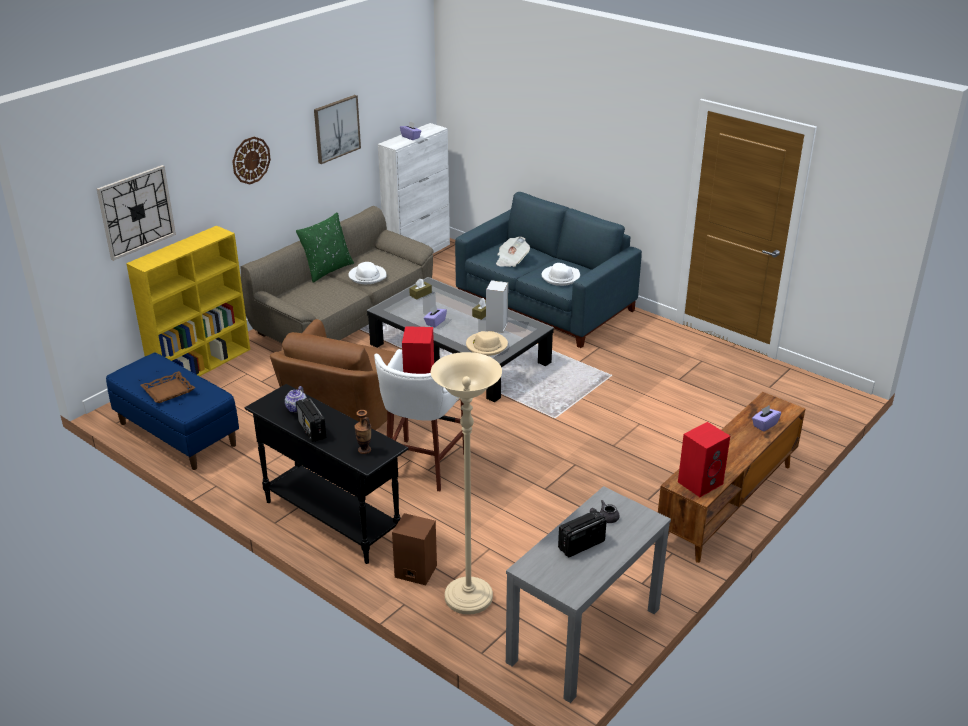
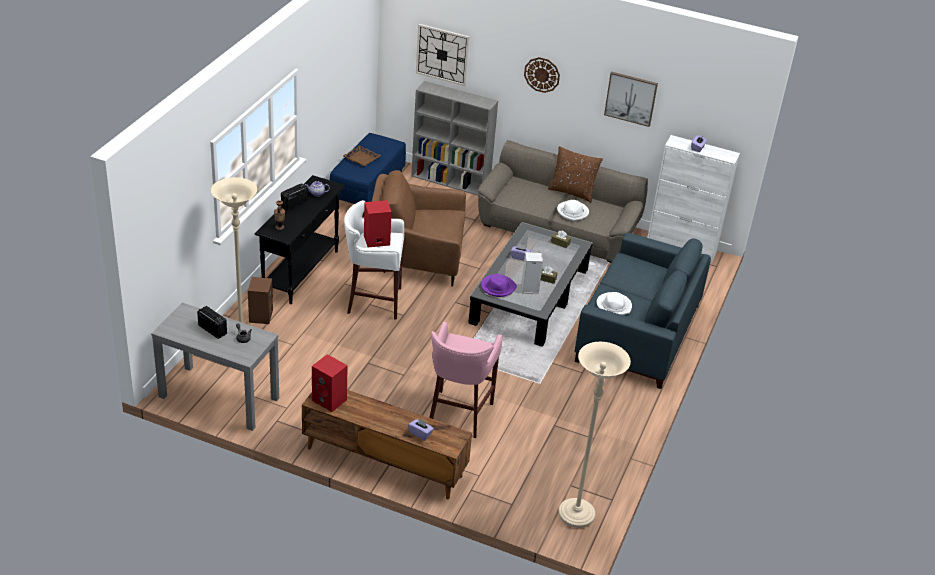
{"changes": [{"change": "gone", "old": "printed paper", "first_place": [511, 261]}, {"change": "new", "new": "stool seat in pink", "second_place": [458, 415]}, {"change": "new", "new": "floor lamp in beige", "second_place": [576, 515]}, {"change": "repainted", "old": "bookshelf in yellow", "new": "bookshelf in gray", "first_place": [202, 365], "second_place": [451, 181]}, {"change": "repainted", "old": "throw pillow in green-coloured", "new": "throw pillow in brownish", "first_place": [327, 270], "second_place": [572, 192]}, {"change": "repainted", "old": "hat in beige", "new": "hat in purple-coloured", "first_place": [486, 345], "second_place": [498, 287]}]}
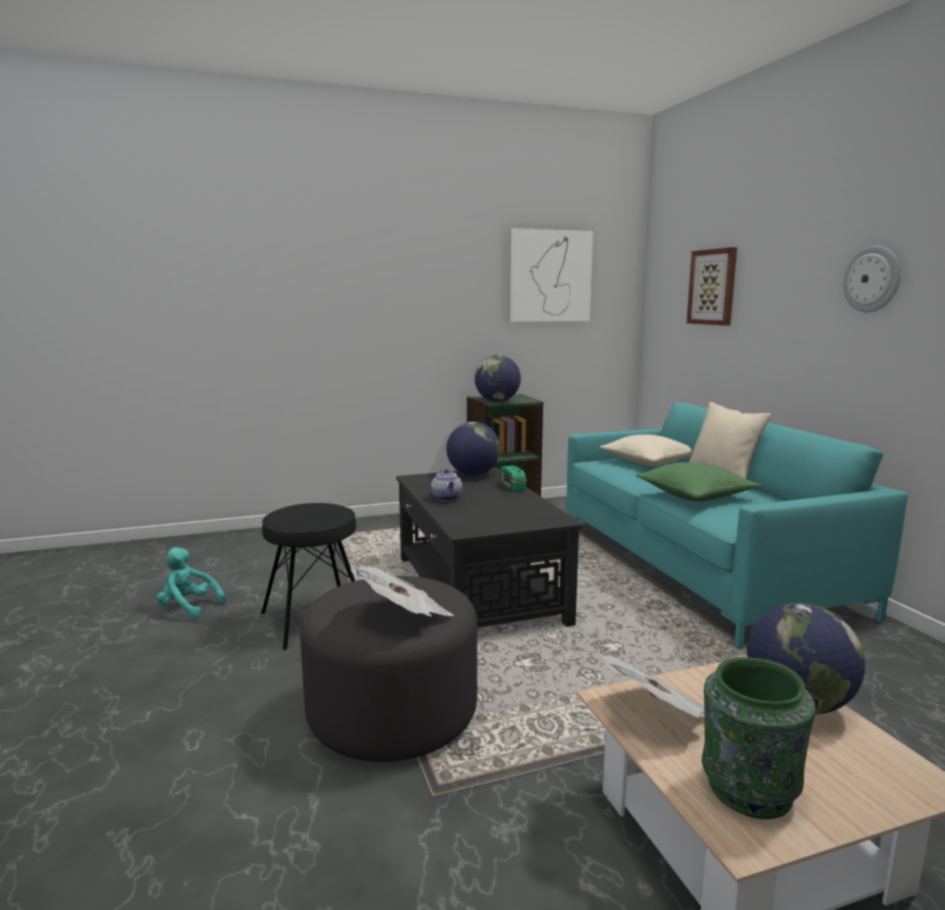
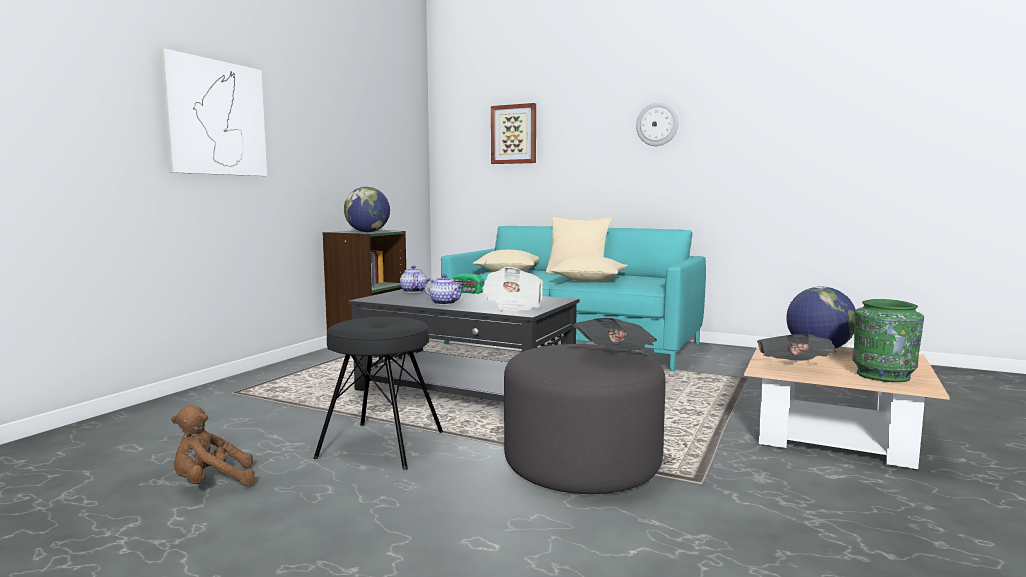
{"changes": [{"change": "new", "new": "printed paper", "second_place": [513, 307]}, {"change": "shifted", "old": "wall art", "first_place": [549, 276], "second_place": [215, 118]}, {"change": "swapped", "old": "globe", "new": "teapot", "first_place": [473, 474], "second_place": [413, 291]}, {"change": "repainted", "old": "plush toy in turquoise-coloured", "new": "plush toy in brownish", "first_place": [188, 608], "second_place": [211, 483]}, {"change": "repainted", "old": "throw pillow in green-coloured", "new": "throw pillow in beige", "first_place": [695, 495], "second_place": [589, 280]}]}
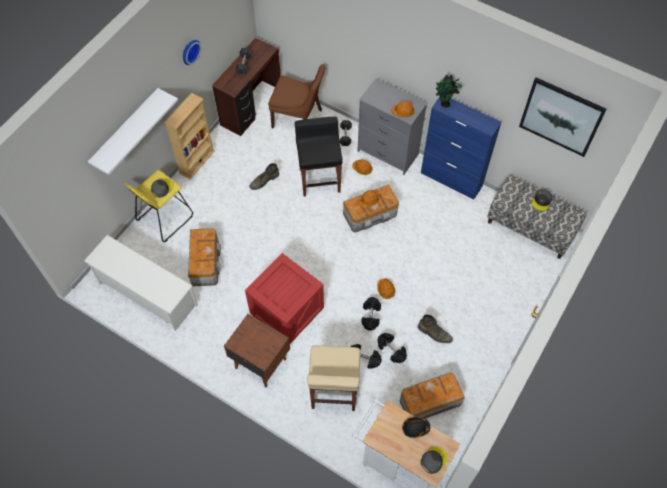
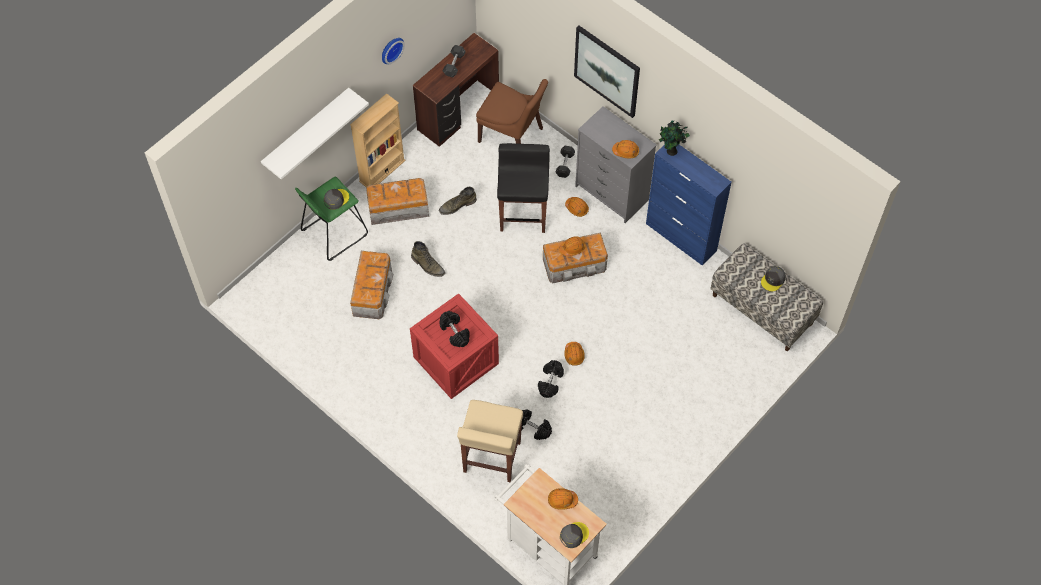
{"changes": [{"change": "gone", "old": "shoe shelf in whitish", "first_place": [147, 294]}, {"change": "gone", "old": "nightstand in brownish", "first_place": [260, 362]}, {"change": "shifted", "old": "hand weight in blackish", "first_place": [391, 350], "second_place": [455, 332]}, {"change": "shifted", "old": "storage box", "first_place": [428, 402], "second_place": [397, 209]}, {"change": "shifted", "old": "tall boot in green-coloured", "first_place": [434, 333], "second_place": [428, 265]}, {"change": "shifted", "old": "wall art", "first_place": [561, 116], "second_place": [607, 71]}, {"change": "repainted", "old": "stool seat in yellow", "new": "stool seat in green-coloured", "first_place": [165, 218], "second_place": [334, 232]}, {"change": "repainted", "old": "safety helmet in blackish", "new": "safety helmet in orange", "first_place": [415, 428], "second_place": [562, 500]}]}
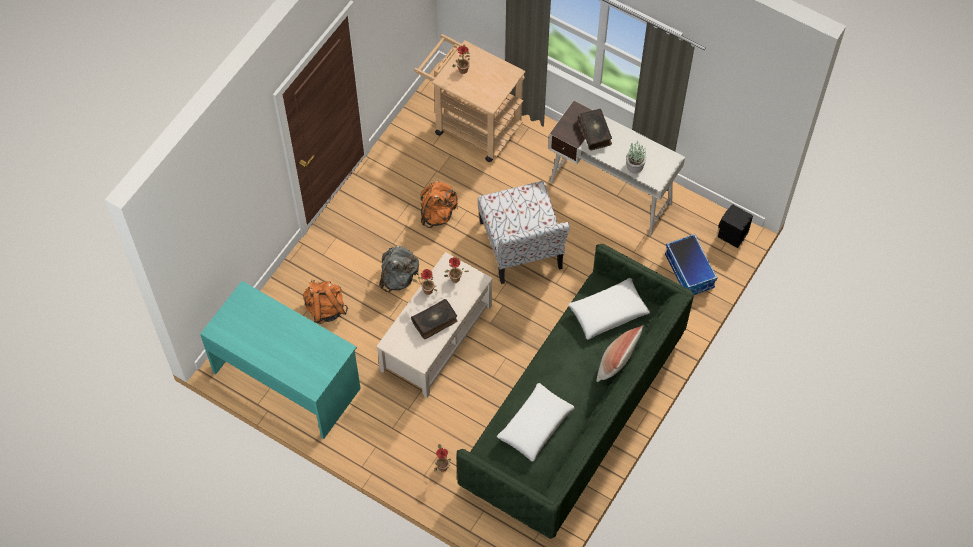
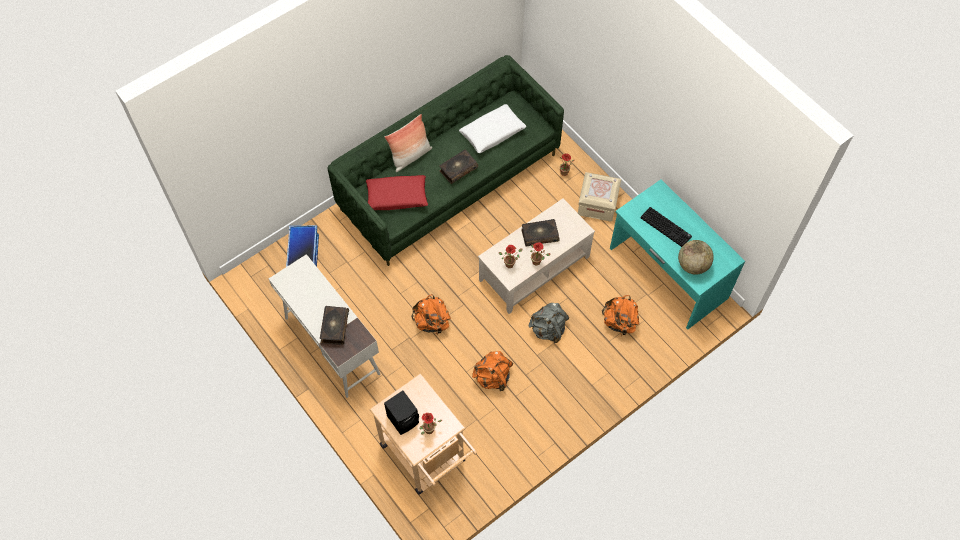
{"changes": [{"change": "gone", "old": "houseplant", "first_place": [634, 166]}, {"change": "new", "new": "book", "second_place": [458, 169]}, {"change": "new", "new": "storage box in beige", "second_place": [597, 204]}, {"change": "new", "new": "keyboard", "second_place": [666, 227]}, {"change": "new", "new": "globe", "second_place": [692, 265]}, {"change": "shifted", "old": "speaker in blackish", "first_place": [731, 235], "second_place": [404, 419]}, {"change": "swapped", "old": "plain chair", "new": "backpack in orange", "first_place": [521, 246], "second_place": [432, 322]}, {"change": "repainted", "old": "throw pillow in whitish", "new": "throw pillow in red", "first_place": [608, 312], "second_place": [397, 197]}]}
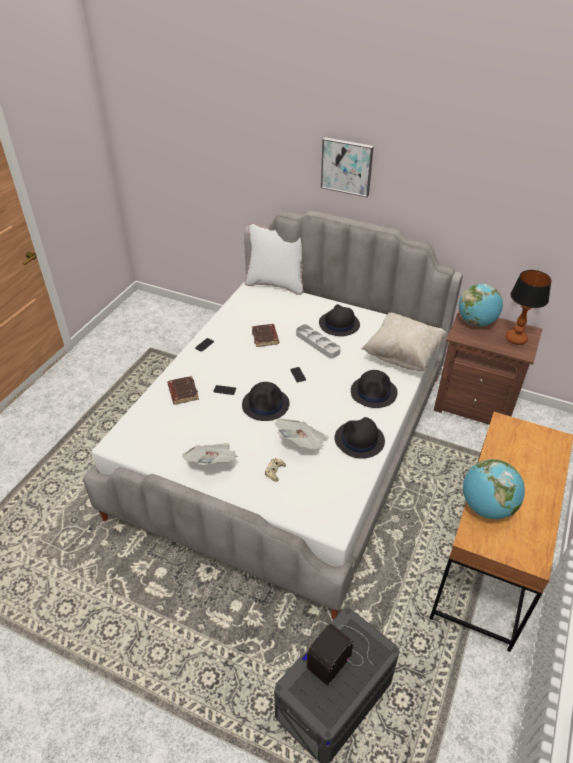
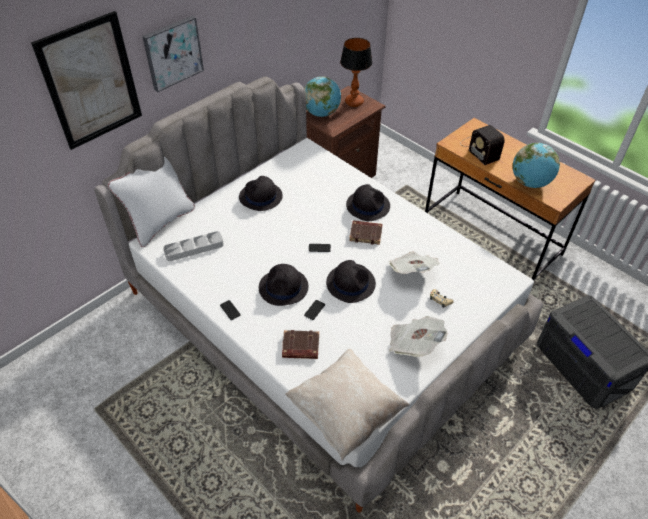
{"changes": [{"change": "new", "new": "wall art", "second_place": [91, 82]}, {"change": "shifted", "old": "book in brownish", "first_place": [265, 337], "second_place": [366, 234]}, {"change": "shifted", "old": "tray in gray", "first_place": [317, 343], "second_place": [194, 248]}, {"change": "shifted", "old": "radio set", "first_place": [340, 653], "second_place": [479, 149]}, {"change": "shifted", "old": "hat in blackish", "first_place": [359, 440], "second_place": [284, 287]}, {"change": "shifted", "old": "throw pillow in beige", "first_place": [402, 355], "second_place": [345, 412]}]}
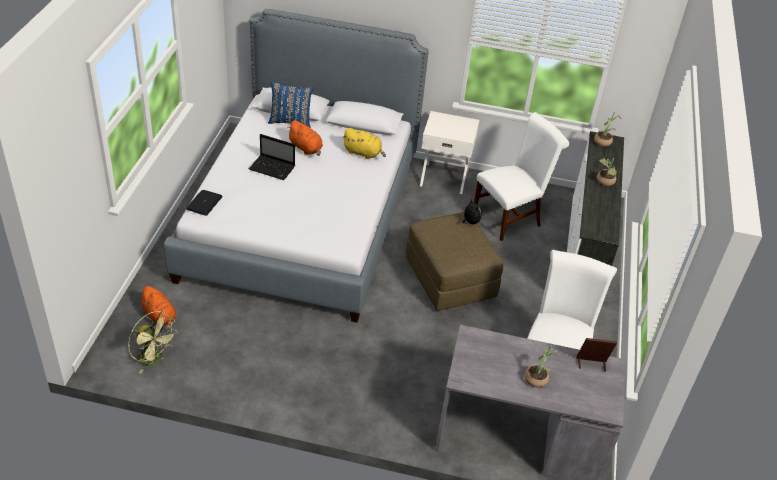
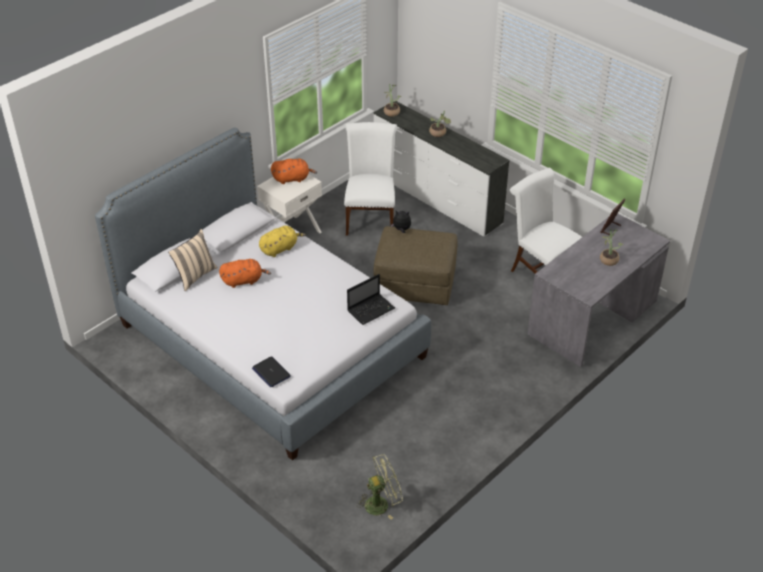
{"changes": [{"change": "shifted", "old": "plush toy in orange", "first_place": [160, 317], "second_place": [292, 179]}, {"change": "shifted", "old": "laptop", "first_place": [273, 168], "second_place": [371, 309]}, {"change": "repainted", "old": "throw pillow in blue", "new": "throw pillow in beige", "first_place": [290, 121], "second_place": [195, 276]}]}
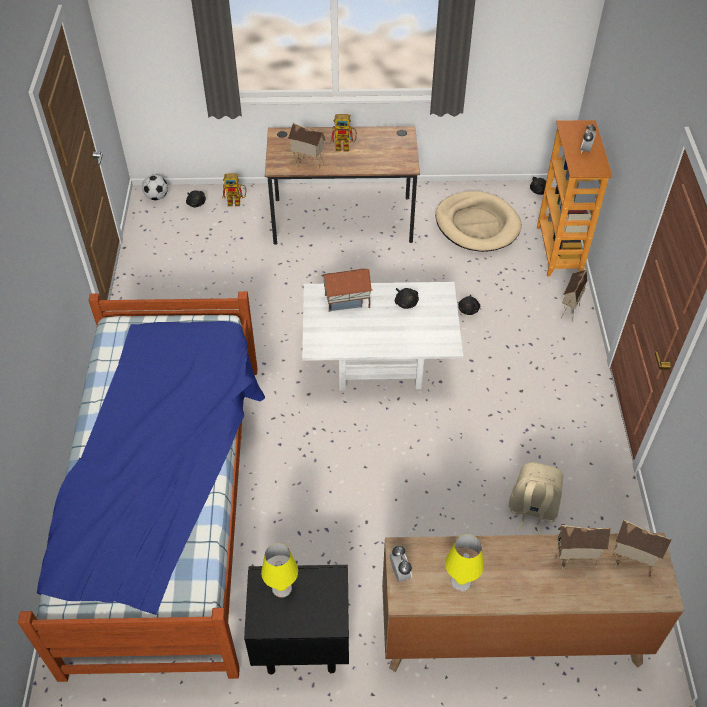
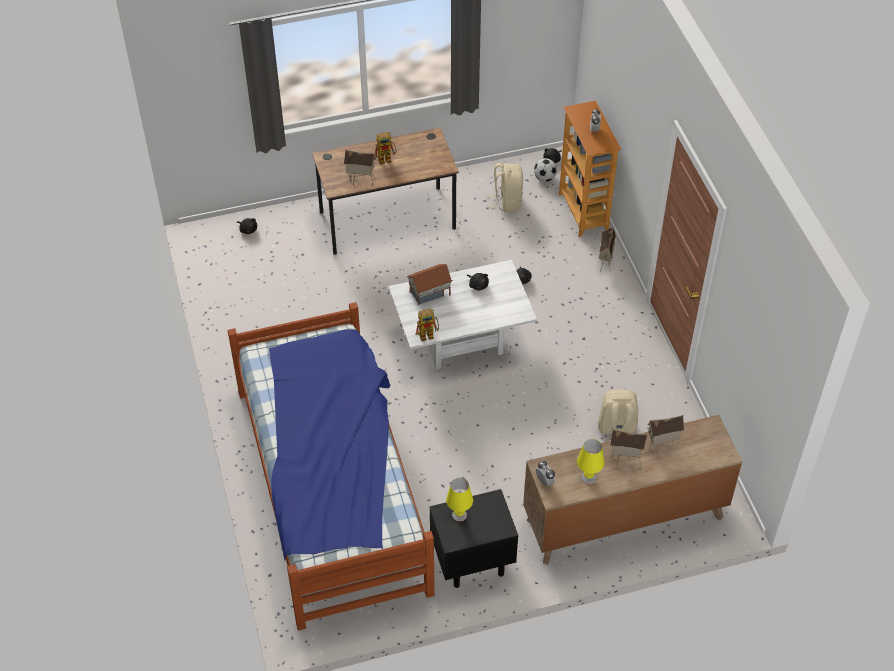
{"changes": [{"change": "shifted", "old": "football", "first_place": [157, 197], "second_place": [544, 178]}, {"change": "shifted", "old": "model robot", "first_place": [237, 202], "second_place": [429, 334]}, {"change": "shifted", "old": "toy house", "first_place": [631, 564], "second_place": [625, 461]}, {"change": "swapped", "old": "dog cushion in beige", "new": "backpack in beige", "first_place": [477, 225], "second_place": [507, 201]}]}
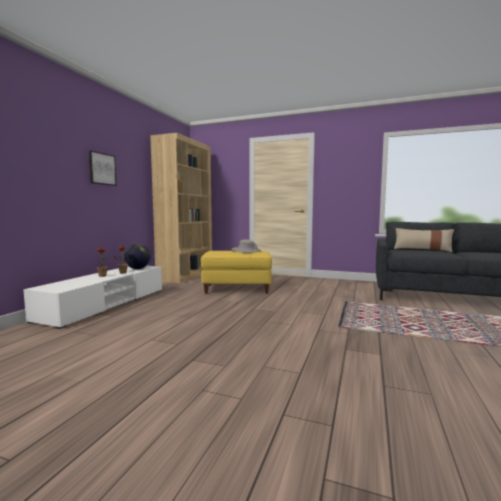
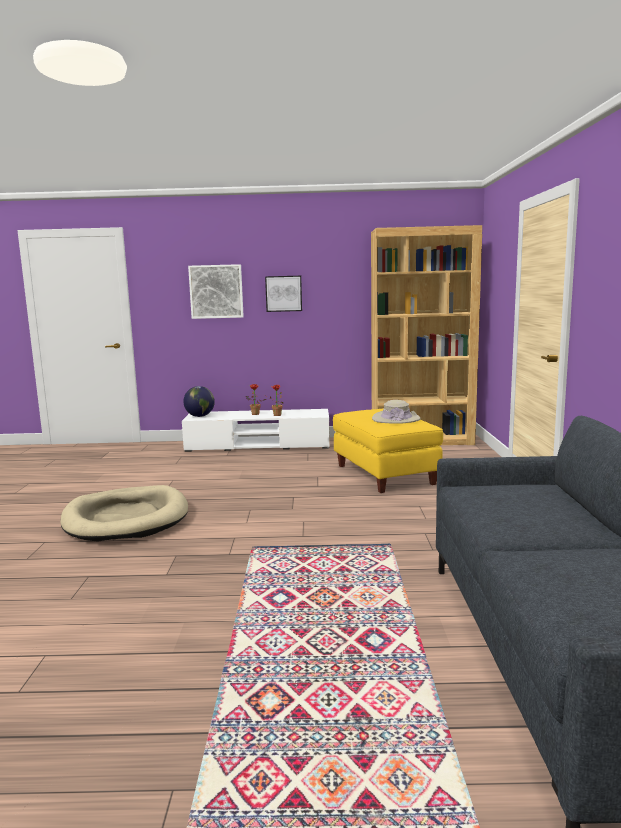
{"changes": [{"change": "gone", "old": "throw pillow in beige", "first_place": [422, 249]}, {"change": "new", "new": "dog cushion in beige", "second_place": [126, 518]}, {"change": "new", "new": "wall art", "second_place": [216, 291]}, {"change": "shifted", "old": "globe", "first_place": [138, 269], "second_place": [200, 416]}]}
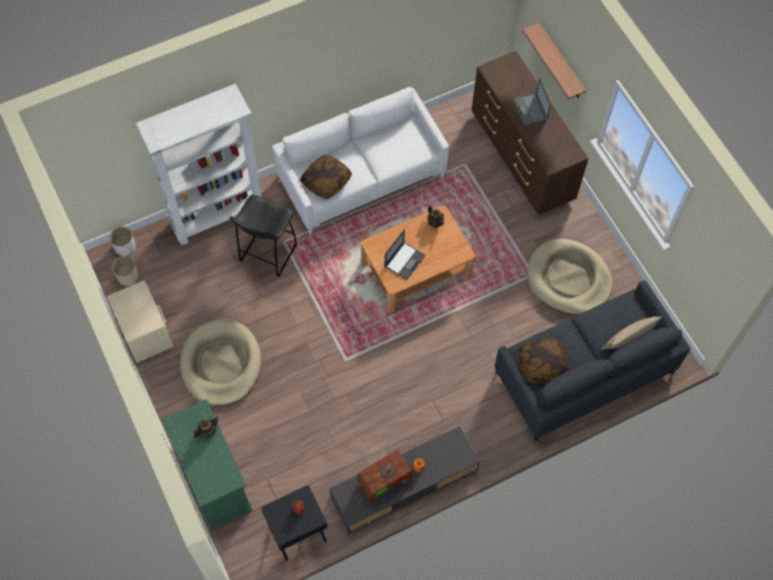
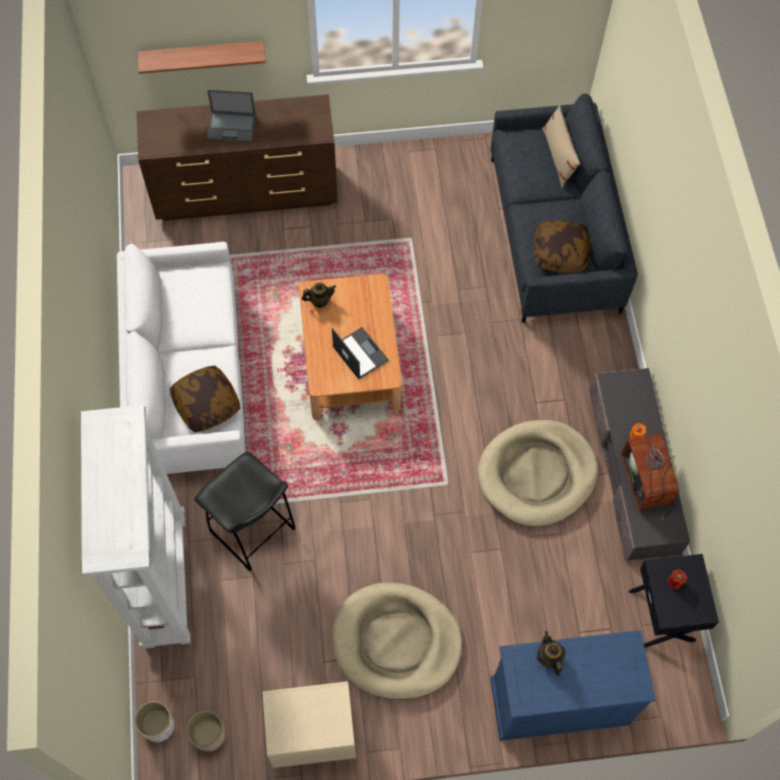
{"changes": [{"change": "shifted", "old": "dog cushion in beige", "first_place": [568, 279], "second_place": [537, 474]}, {"change": "repainted", "old": "cupboard in green-coloured", "new": "cupboard in blue", "first_place": [214, 479], "second_place": [559, 700]}]}
